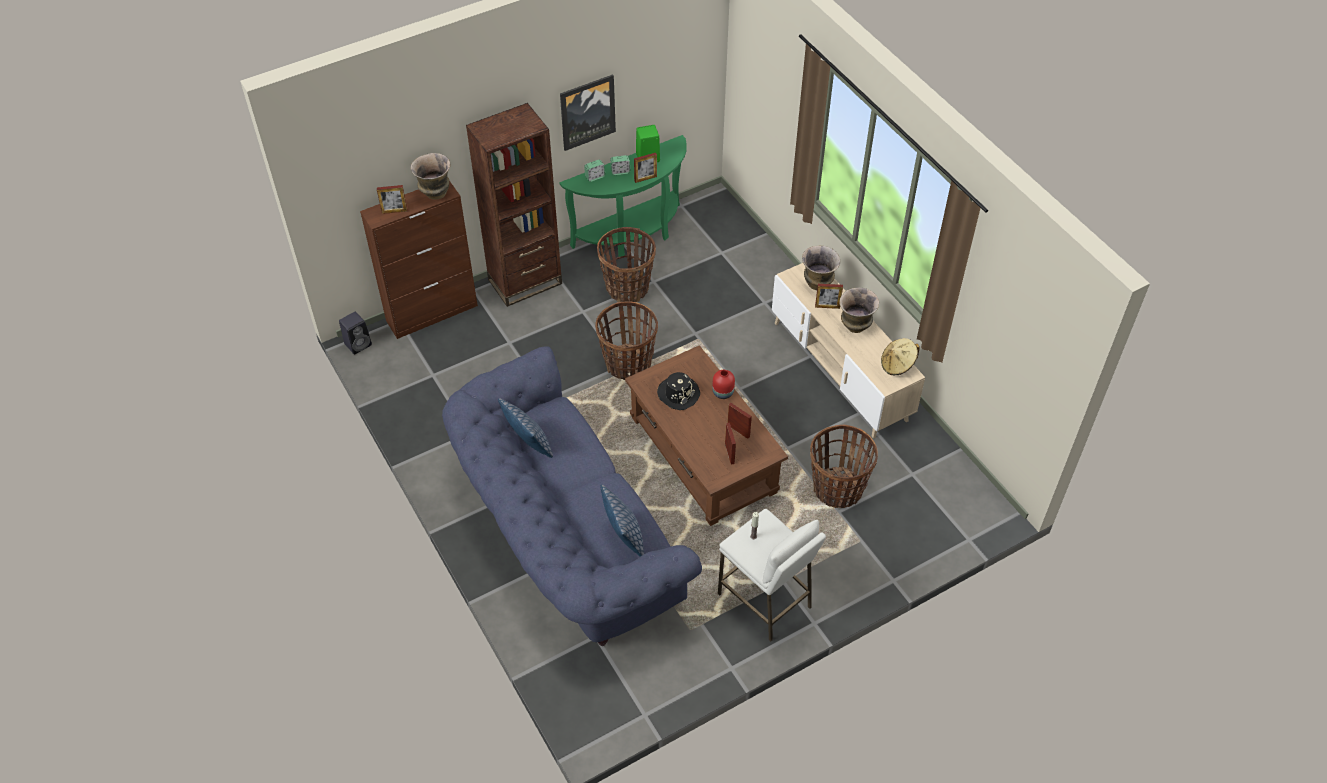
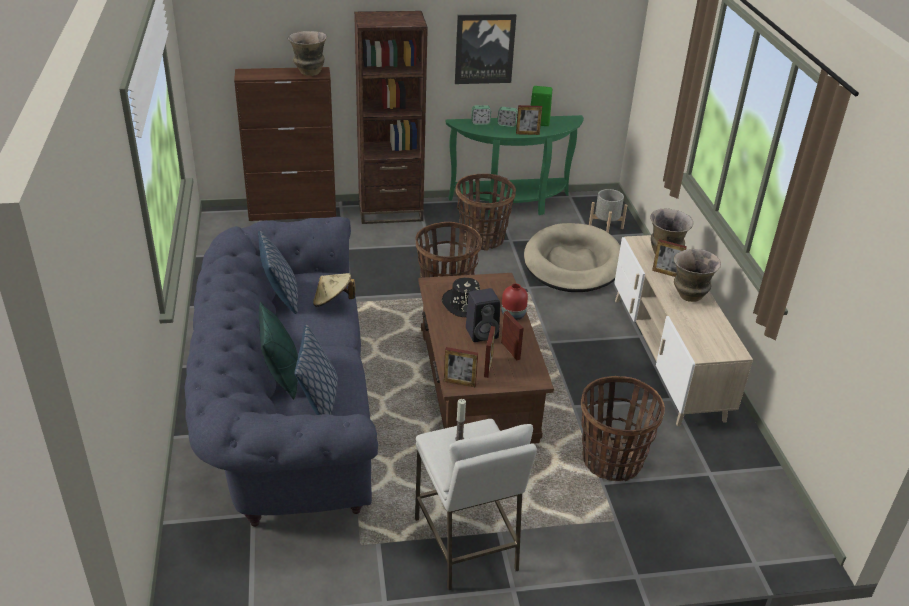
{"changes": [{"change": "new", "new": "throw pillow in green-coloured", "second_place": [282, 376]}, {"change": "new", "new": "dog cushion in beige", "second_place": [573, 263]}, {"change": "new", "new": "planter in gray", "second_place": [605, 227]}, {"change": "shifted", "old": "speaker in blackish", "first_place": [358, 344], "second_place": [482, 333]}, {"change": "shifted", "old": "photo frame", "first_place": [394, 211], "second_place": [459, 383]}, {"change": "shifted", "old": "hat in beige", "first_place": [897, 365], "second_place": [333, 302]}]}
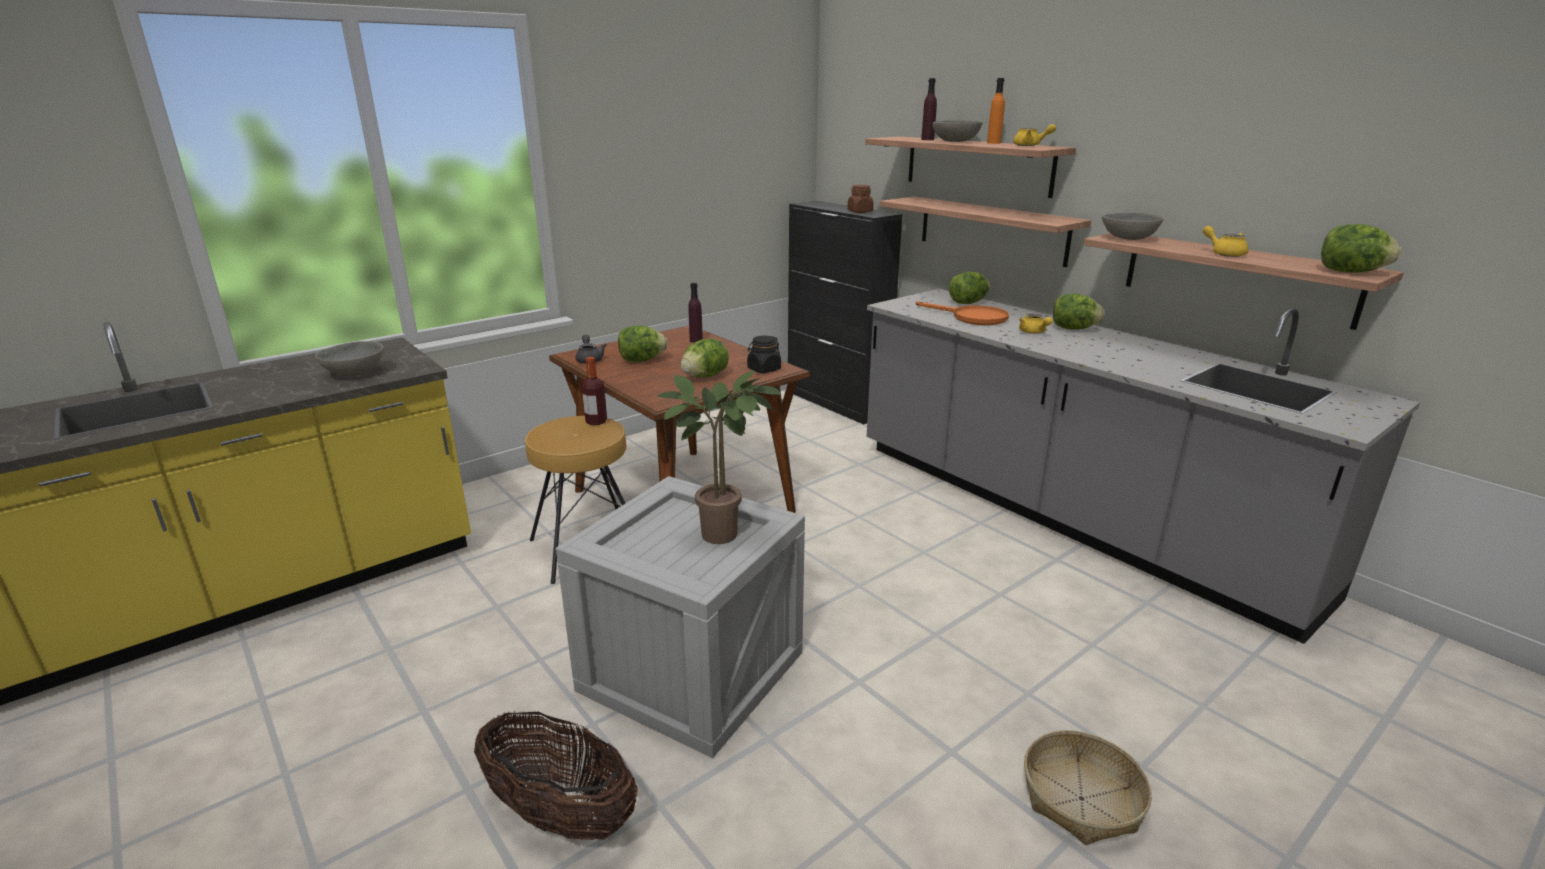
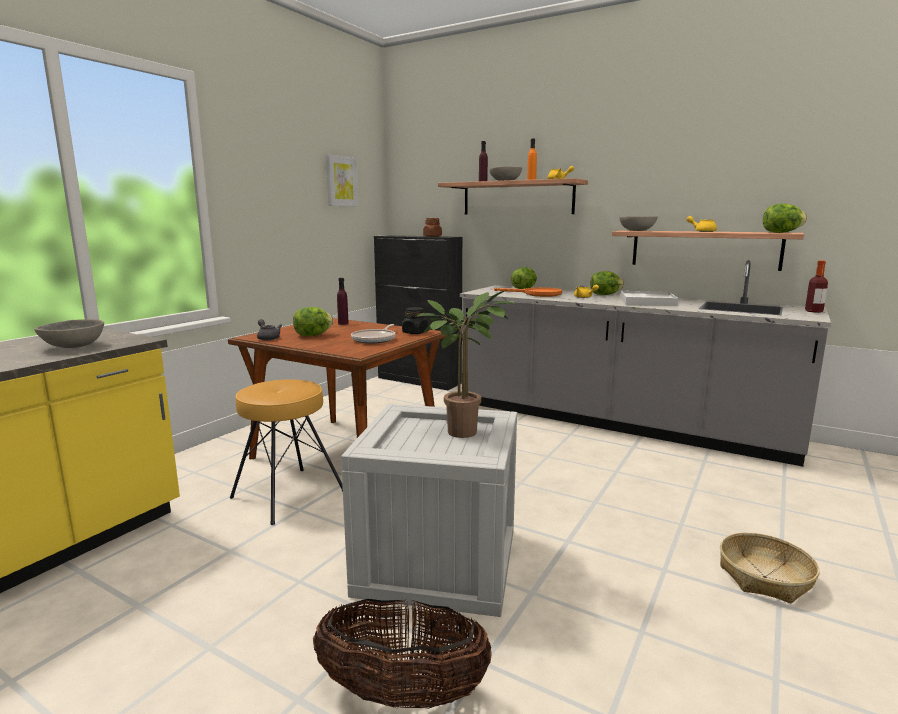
{"changes": [{"change": "gone", "old": "bracket shelf", "first_place": [991, 230]}, {"change": "new", "new": "wall art", "second_place": [341, 181]}, {"change": "new", "new": "tray in whitish", "second_place": [647, 301]}, {"change": "shifted", "old": "bottle", "first_place": [596, 421], "second_place": [813, 311]}, {"change": "swapped", "old": "lettuce", "new": "frying pan", "first_place": [705, 376], "second_place": [375, 339]}]}
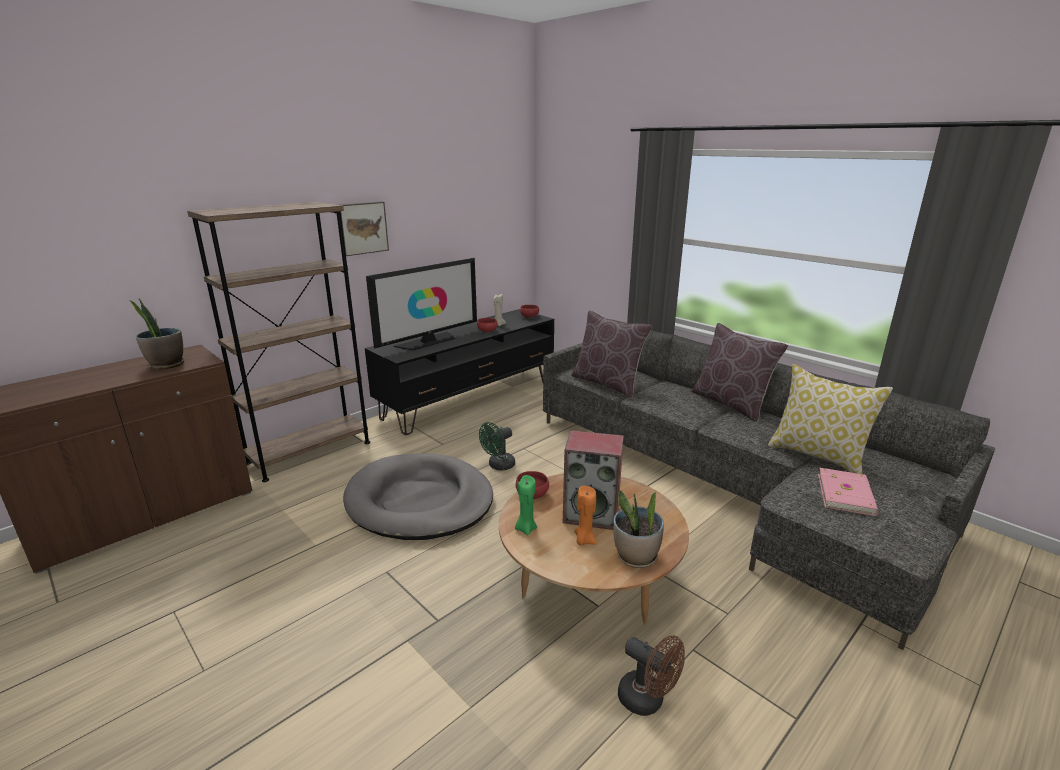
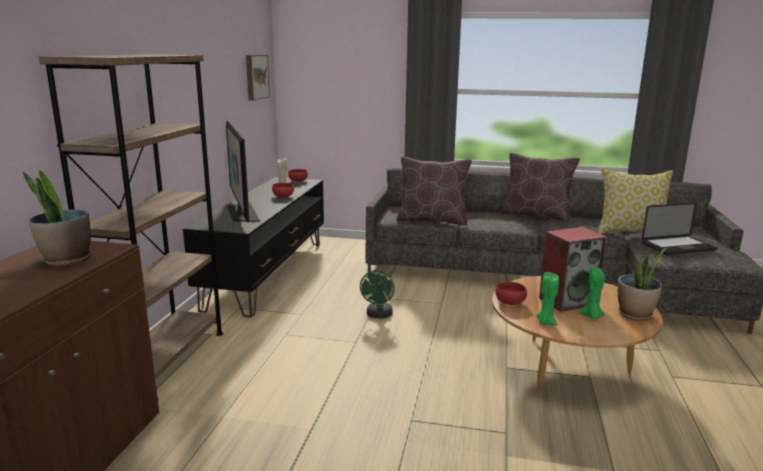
{"changes": [{"change": "gone", "old": "dog cushion in gray", "first_place": [419, 501]}, {"change": "gone", "old": "fan in brownish", "first_place": [647, 700]}, {"change": "shifted", "old": "wall art", "first_place": [362, 228], "second_place": [255, 77]}, {"change": "swapped", "old": "book in pink", "new": "laptop", "first_place": [847, 494], "second_place": [678, 247]}, {"change": "repainted", "old": "wax candle in orange", "new": "wax candle in green-coloured", "first_place": [584, 540], "second_place": [591, 316]}, {"change": "rotated", "old": "television", "first_place": [428, 341], "second_place": [242, 212], "degrees": 150}]}
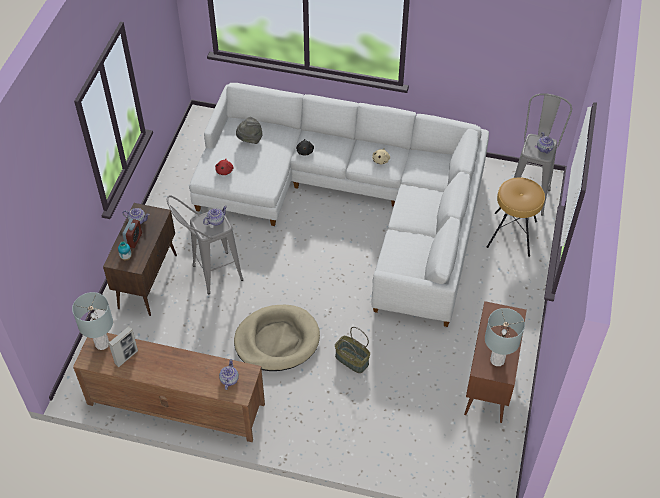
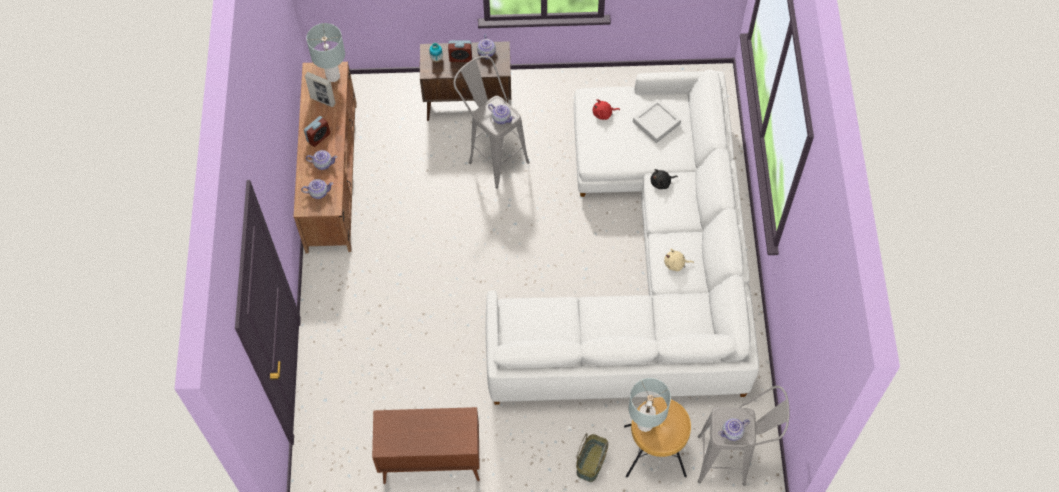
{"changes": [{"change": "gone", "old": "dog cushion in beige", "first_place": [277, 340]}, {"change": "new", "new": "bedside clock", "second_place": [318, 137]}, {"change": "new", "new": "teapot", "second_place": [323, 163]}, {"change": "shifted", "old": "storage basket", "first_place": [351, 360], "second_place": [591, 461]}, {"change": "shifted", "old": "lamp for a table in gray", "first_place": [497, 360], "second_place": [645, 424]}, {"change": "swapped", "old": "hat in gray", "new": "tray in gray", "first_place": [250, 139], "second_place": [656, 123]}]}
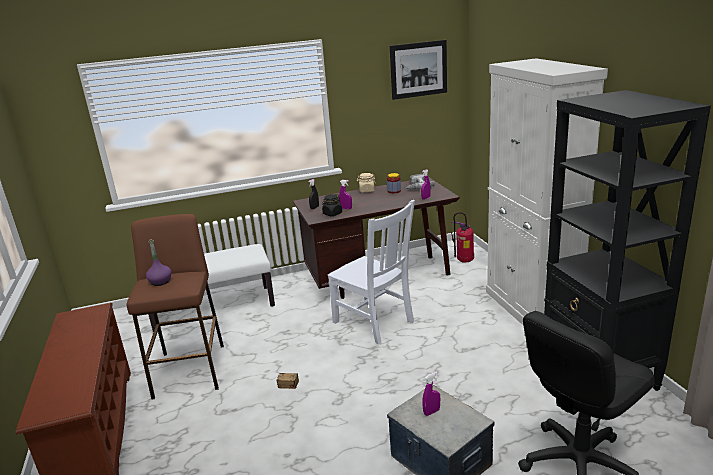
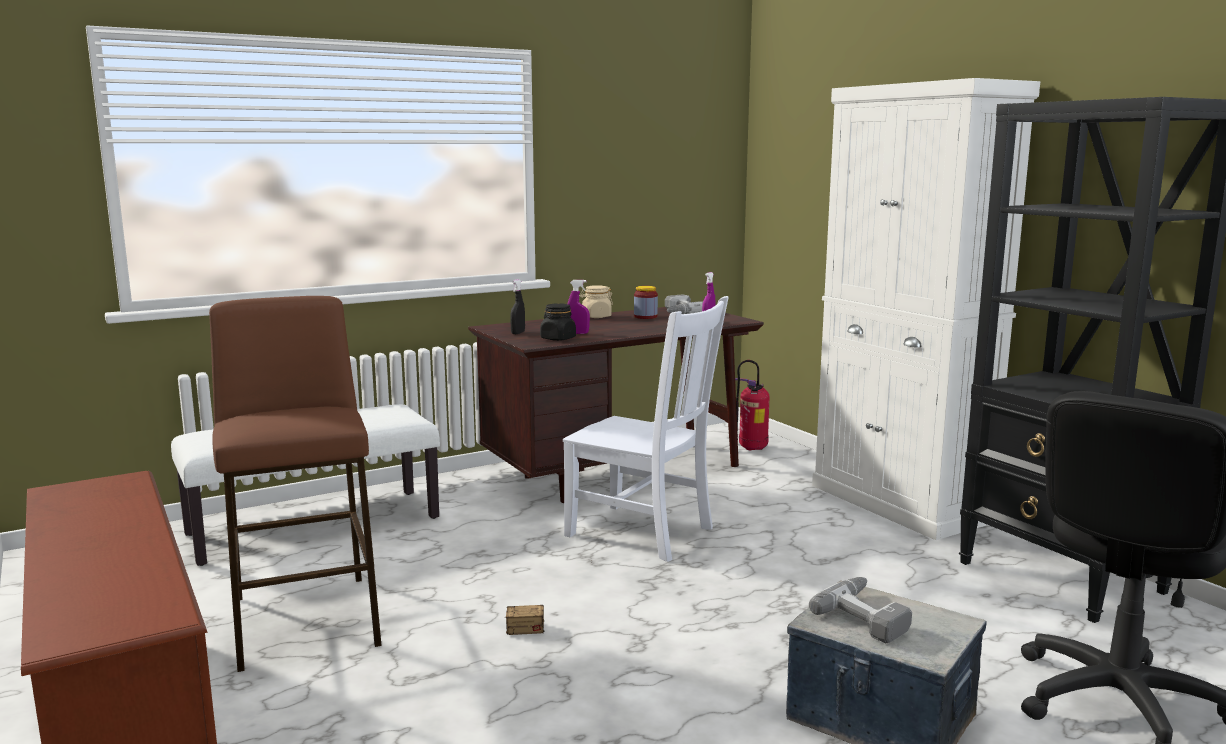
{"changes": [{"change": "gone", "old": "bottle in purple-coloured", "first_place": [160, 281]}, {"change": "gone", "old": "wall art", "first_place": [418, 69]}, {"change": "swapped", "old": "sprayer in purple-coloured", "new": "power drill", "first_place": [431, 412], "second_place": [868, 616]}]}
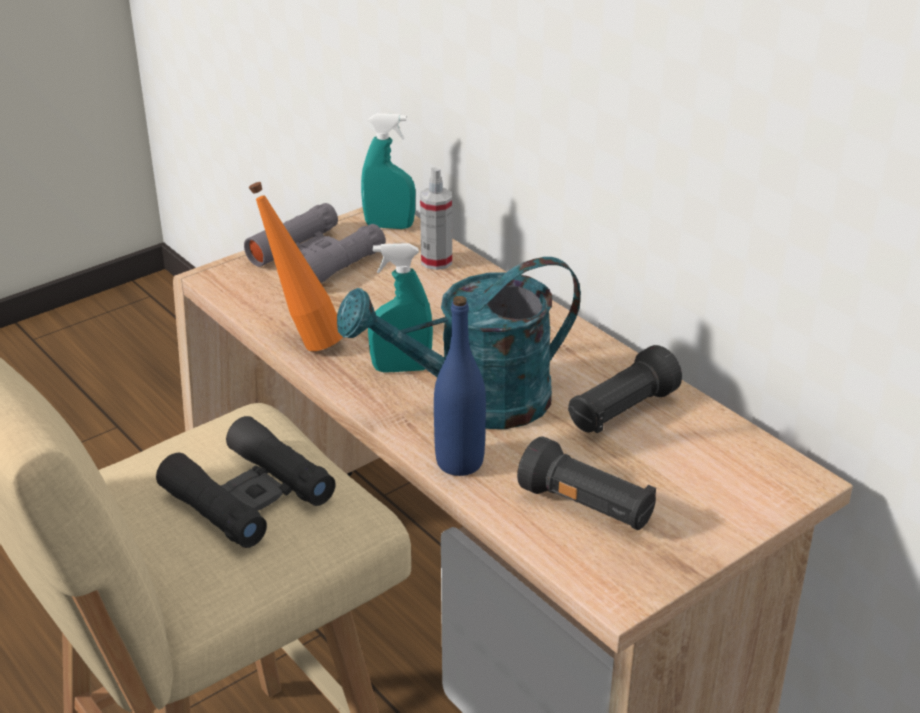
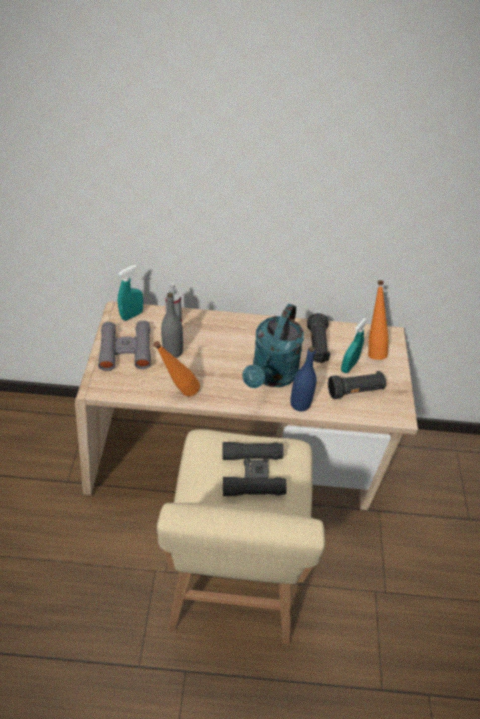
{"changes": [{"change": "new", "new": "bottle in gray", "second_place": [173, 351]}, {"change": "new", "new": "bottle in orange", "second_place": [371, 349]}, {"change": "shifted", "old": "sprayer in turquoise-coloured", "first_place": [401, 368], "second_place": [349, 366]}]}
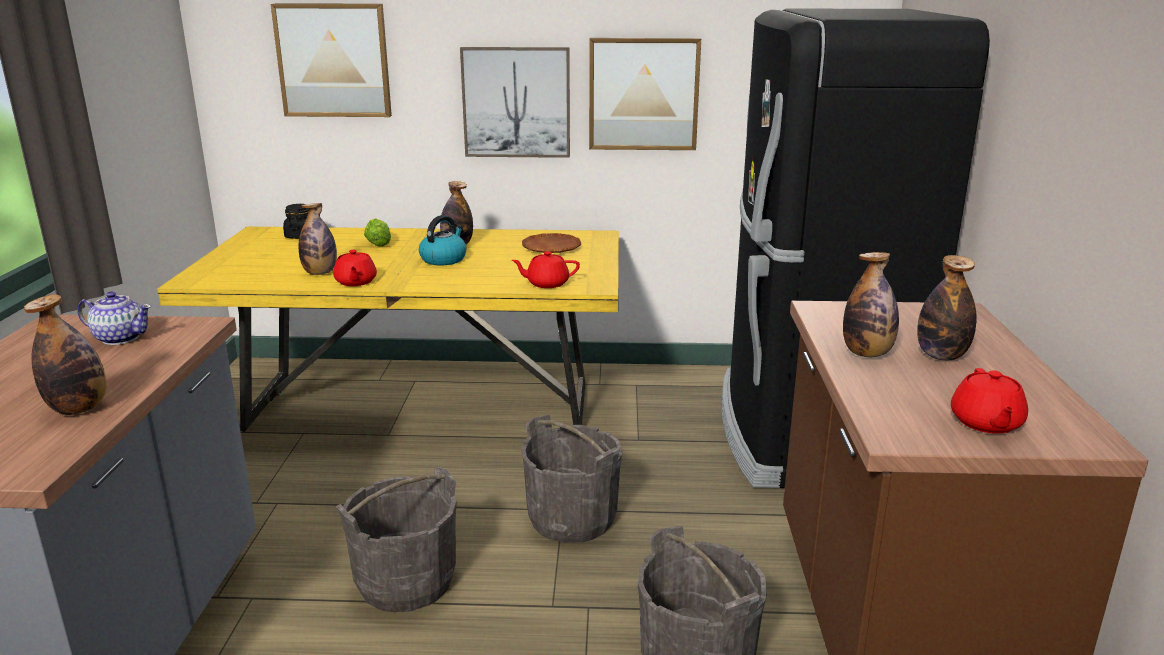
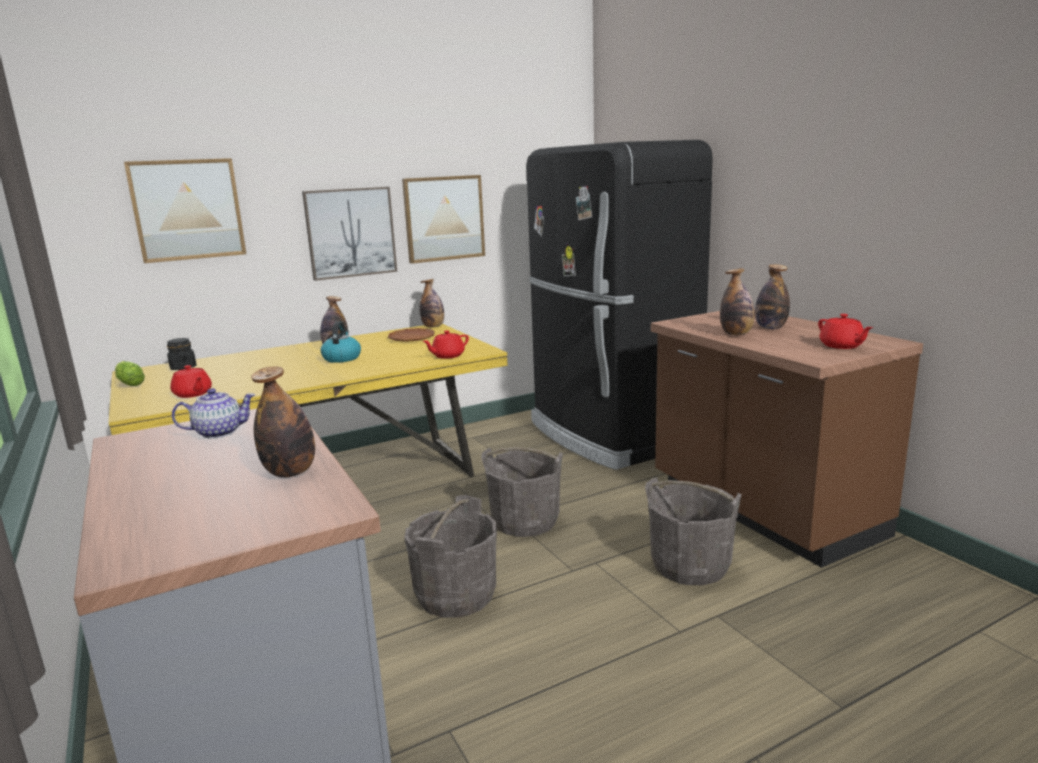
{"changes": [{"change": "shifted", "old": "bottle", "first_place": [320, 273], "second_place": [433, 326]}, {"change": "shifted", "old": "teapot in red", "first_place": [355, 282], "second_place": [193, 394]}, {"change": "shifted", "old": "lettuce", "first_place": [379, 242], "second_place": [129, 384]}]}
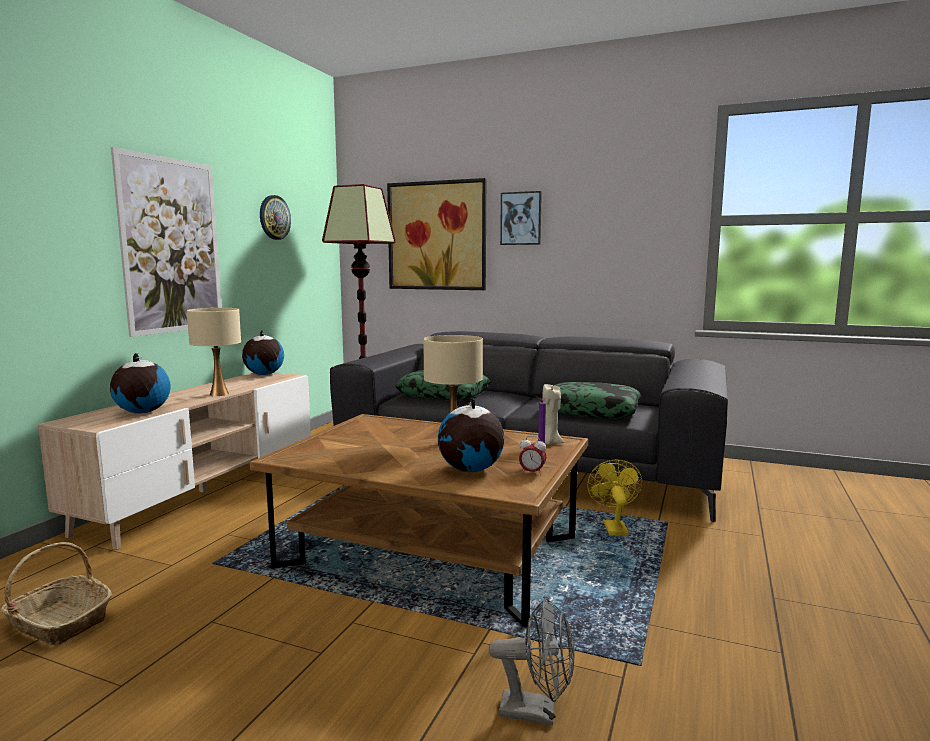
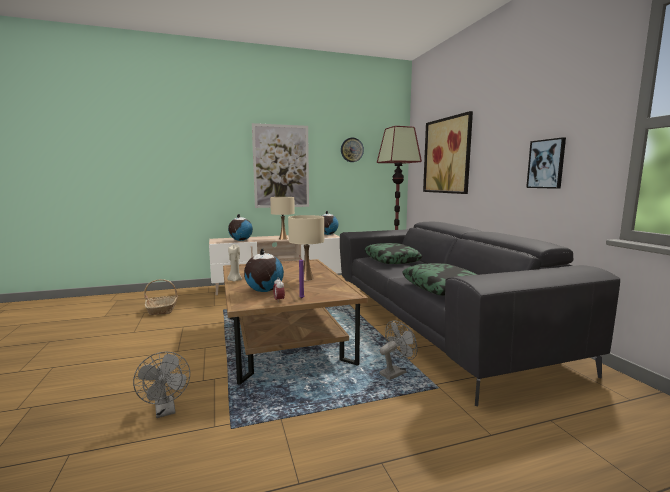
{"changes": [{"change": "shifted", "old": "wall art", "first_place": [521, 218], "second_place": [546, 164]}, {"change": "shifted", "old": "wax candle in beige", "first_place": [550, 443], "second_place": [235, 280]}, {"change": "repainted", "old": "fan in yellow", "new": "fan in gray", "first_place": [613, 527], "second_place": [395, 372]}]}
